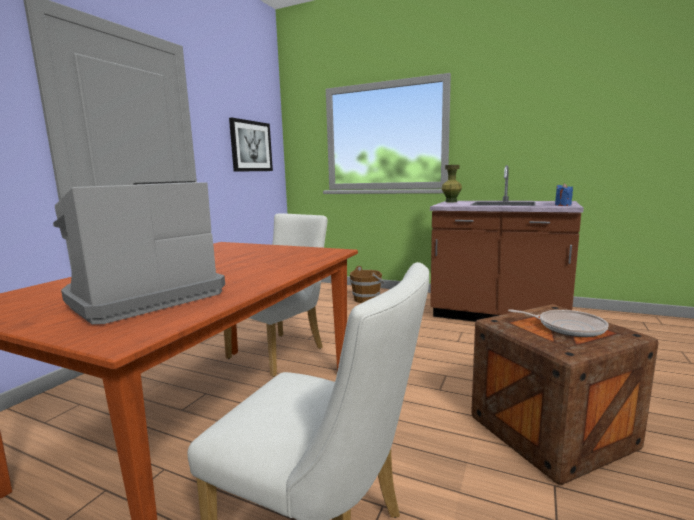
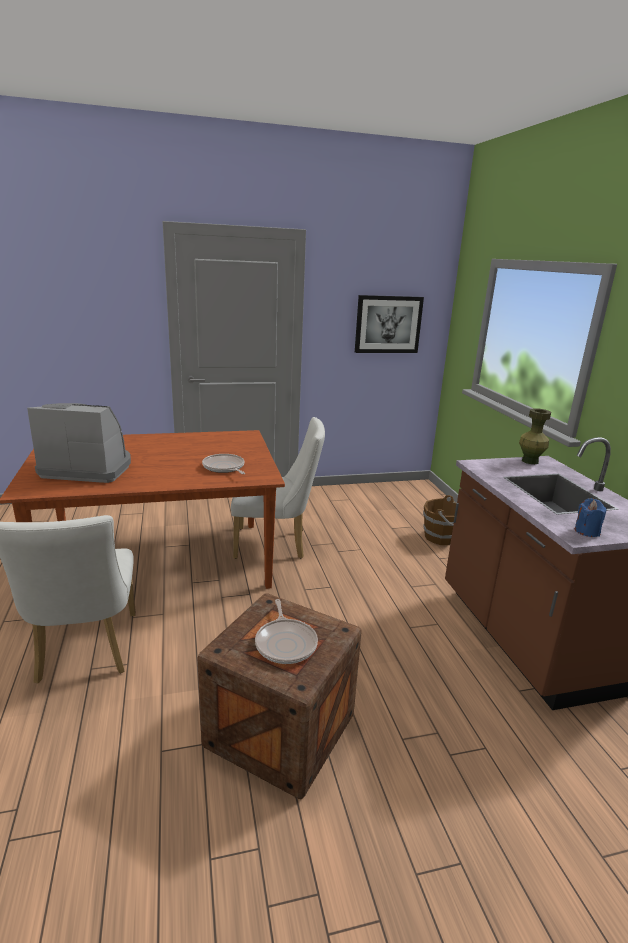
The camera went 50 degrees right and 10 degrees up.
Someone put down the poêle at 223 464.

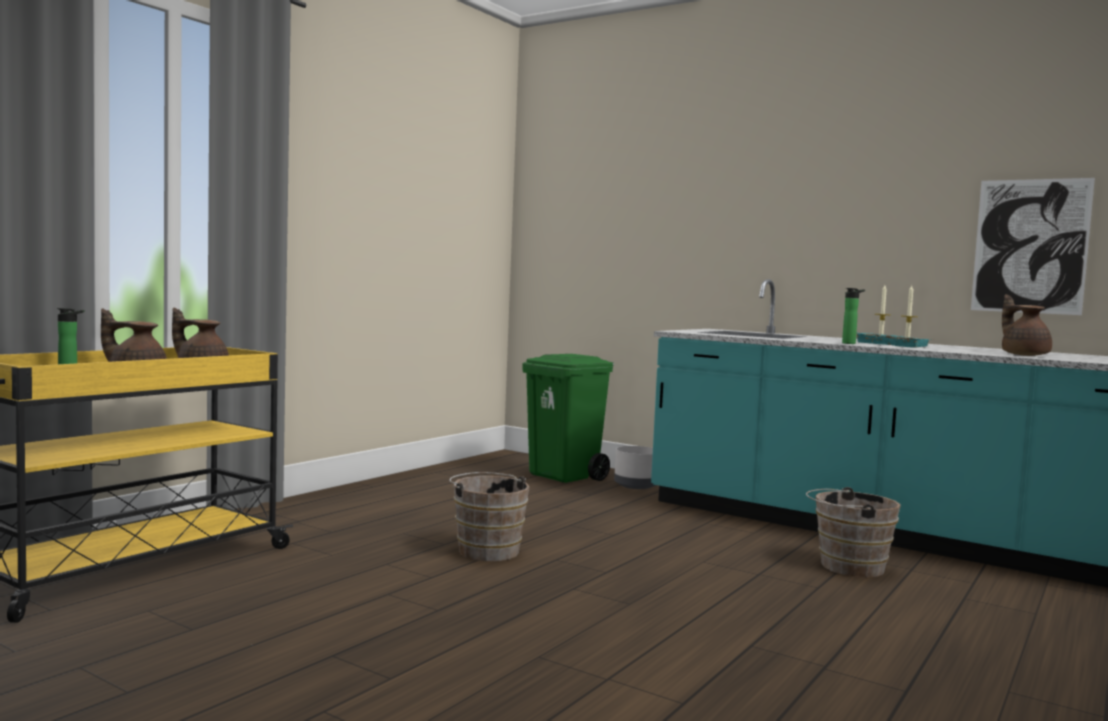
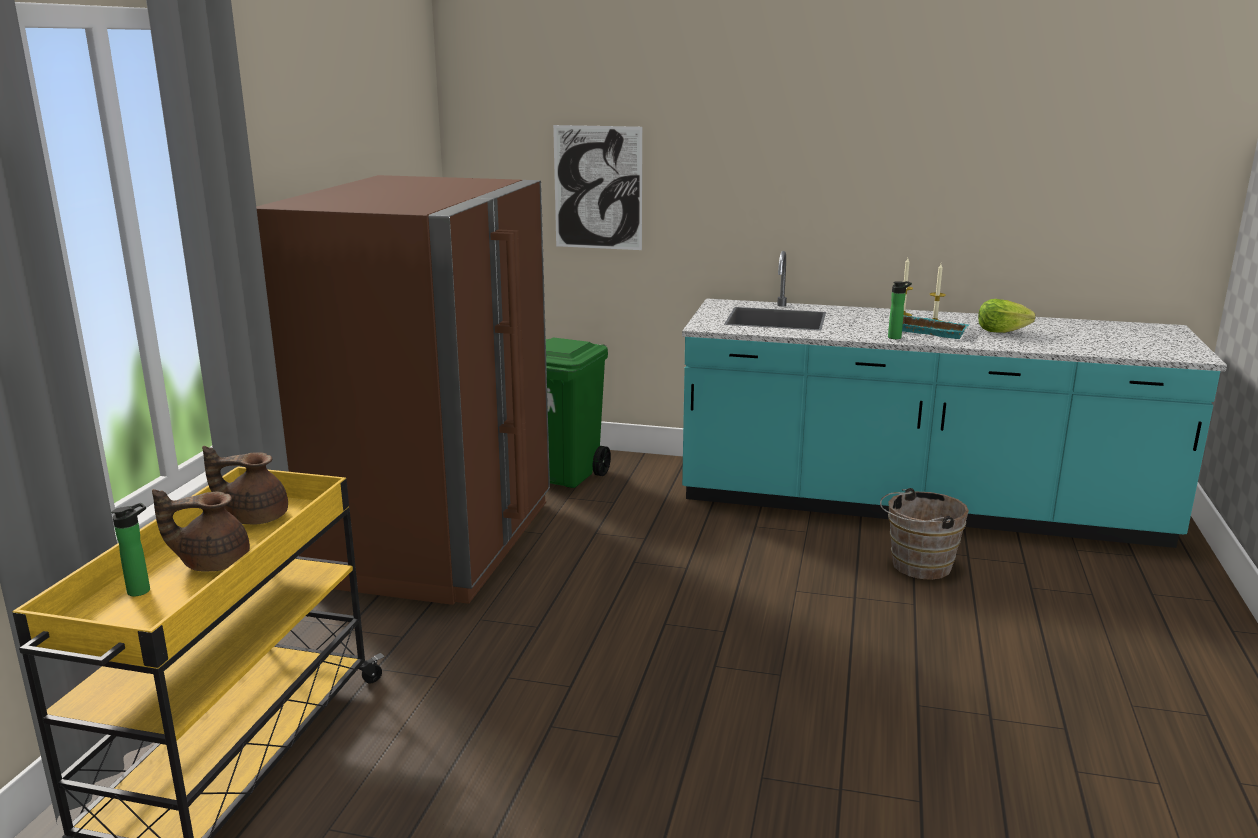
The camera went 20 degrees left and 15 degrees up.
Someone carried the tableau from 1033 246 to 597 187.
Someone took away the théière [marron] at 1027 325.
Someone took away the cache-pot [gris] at 635 467.
Someone took away the seau [marron] at 489 516.
Someone put down the réfrigérateur [marron] at 403 390.
Someone put down the laitue at 1006 316.

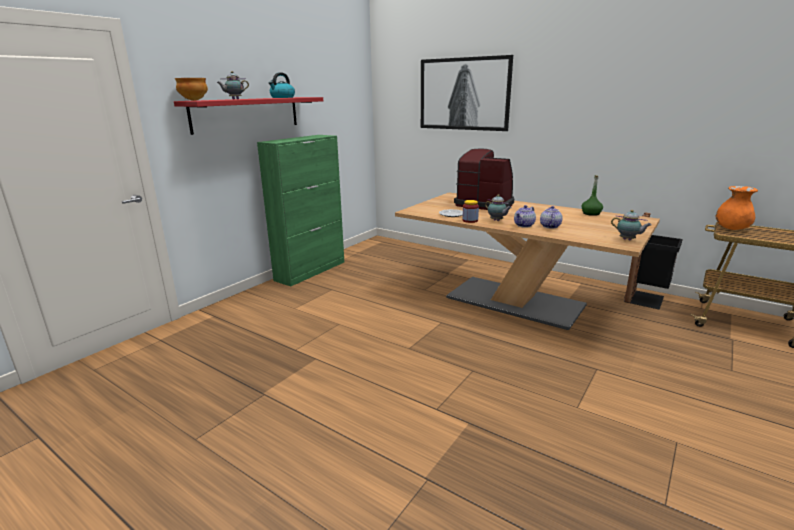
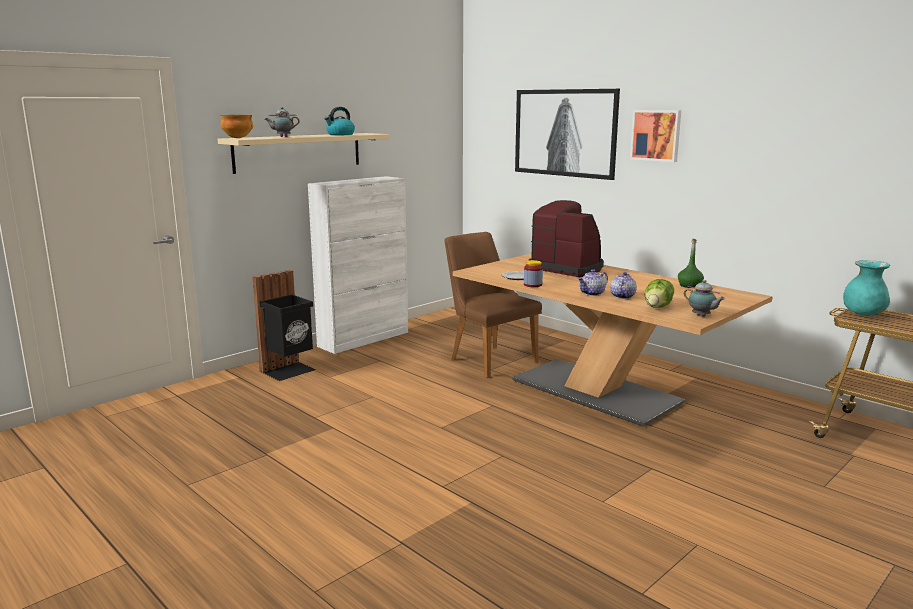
The camera went 10 degrees right and 5 degrees down.
Someone repainted the étagère [rouge] at 248 116, which became the étagère [beige] at 303 153.
Someone repainted the meuble de rangement [vert] at 300 210, which became the meuble de rangement [blanc] at 358 265.
Someone repainted the vase [orange] at 737 208, which became the vase [turquoise] at 866 287.
Someone took away the théière at 498 207.
Someone carried the poubelle [noir] from 653 261 to 284 325.
Someone put up the tableau at 655 136.
Someone put down the chaise [marron] at 493 305.
Someone put down the laitue at 659 293.

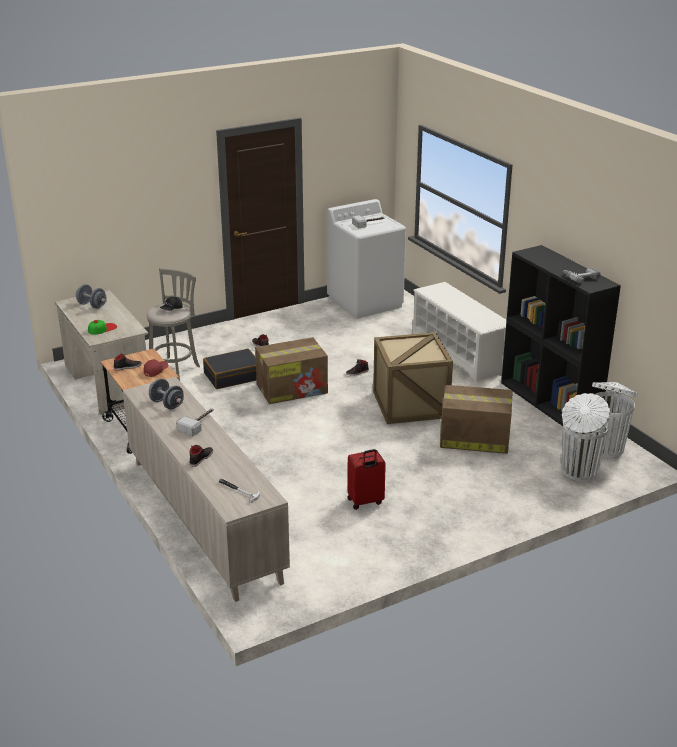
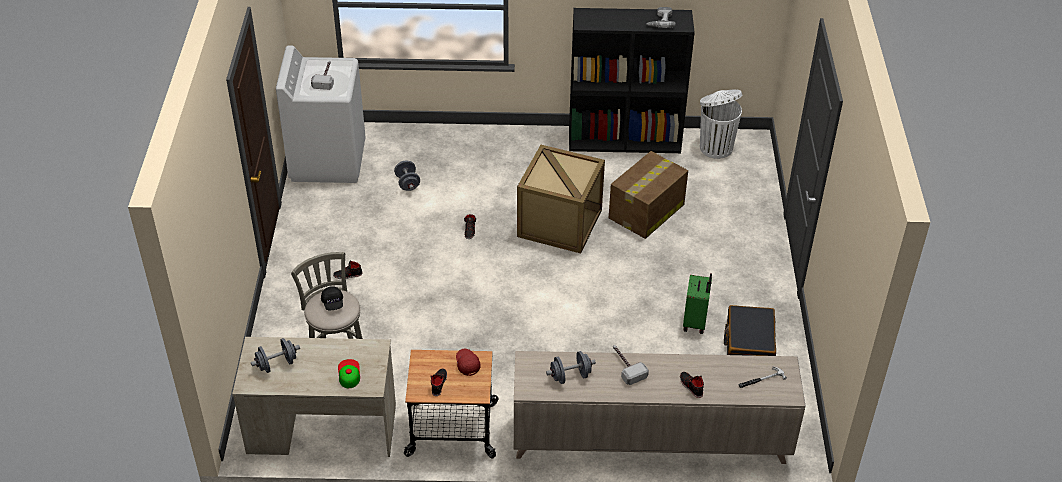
The camera went 60 degrees left and 15 degrees up.
Someone took away the étagère à chaussures [blanc] at 460 332.
Someone took away the carton at 291 370.
Someone carried the valise [noir] from 229 369 to 750 330.
Someone took away the poubelle [blanc] at 585 437.
Someone repainted the valise [rouge] at 366 479, which became the valise [vert] at 697 303.
Someone put down the haltère [gris] at 407 176.

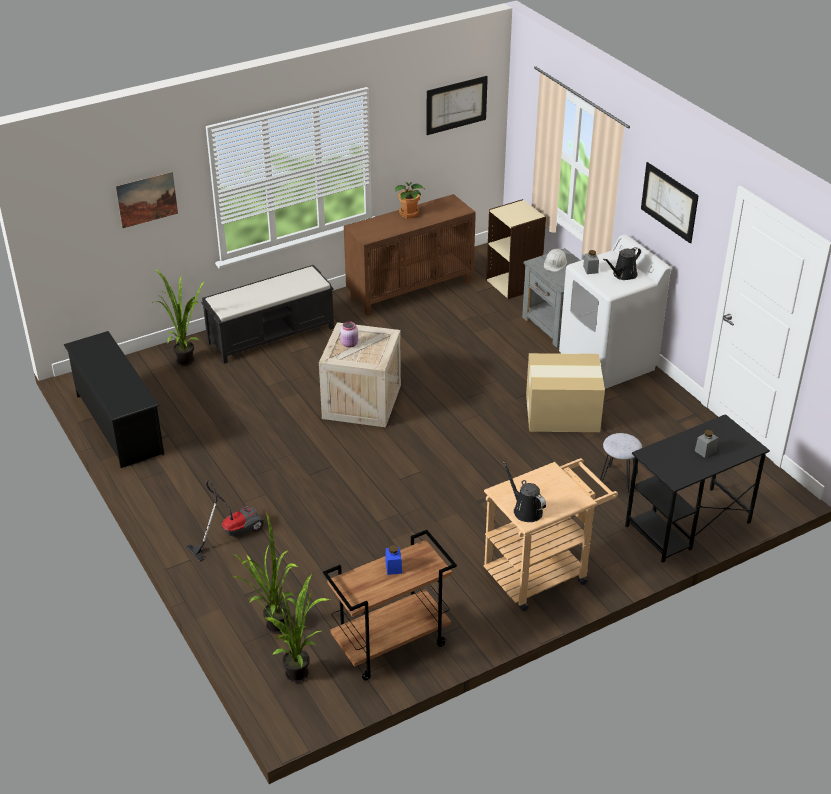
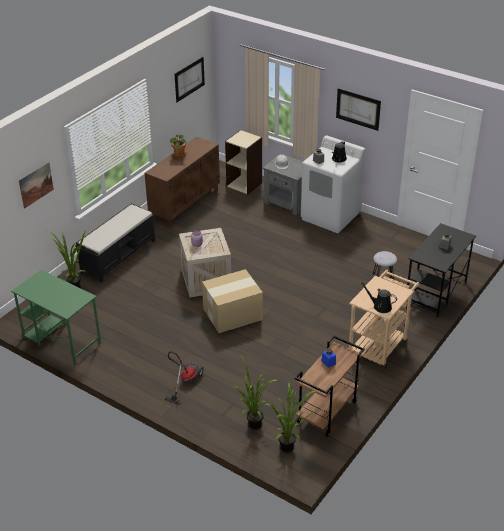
The camera went 25 degrees left and 0 degrees up.
Someone swapped the étagère à chaussures [noir] at 114 399 for the bureau [vert] at 56 317.
Someone carried the carton from 565 392 to 232 301.

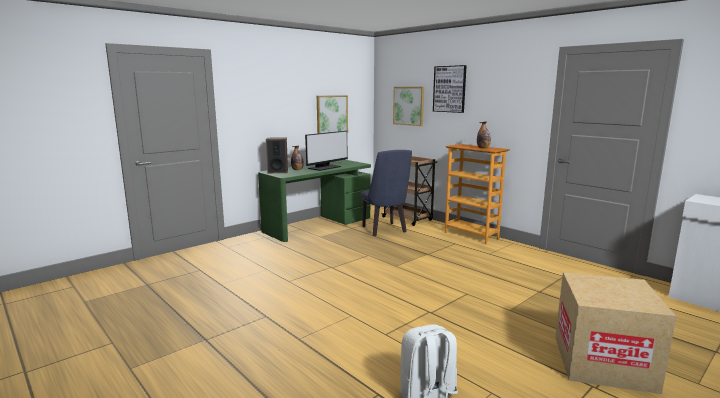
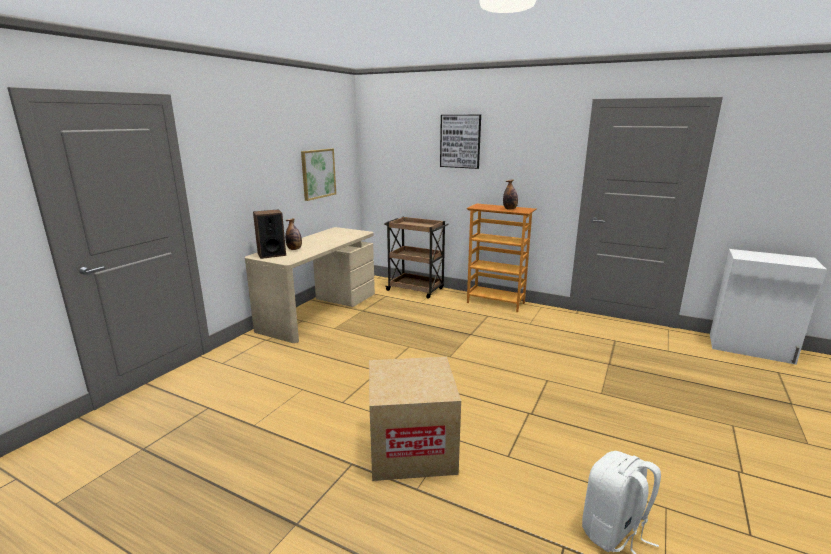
The camera went 20 degrees left and 5 degrees up.
Someone took away the tableau at 408 106.
Someone took away the écran d'ordinateur at 326 151.
Someone took away the chaise [bleu] at 386 193.
Someone repainted the bureau [vert] at 314 201, which became the bureau [beige] at 310 285.
Someone carried the carton from 615 333 to 415 419.

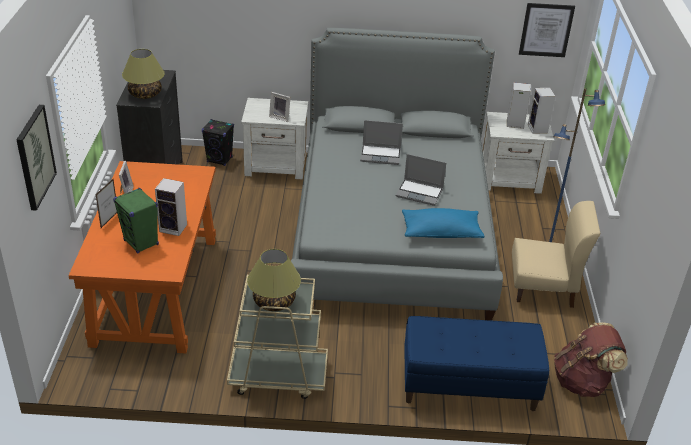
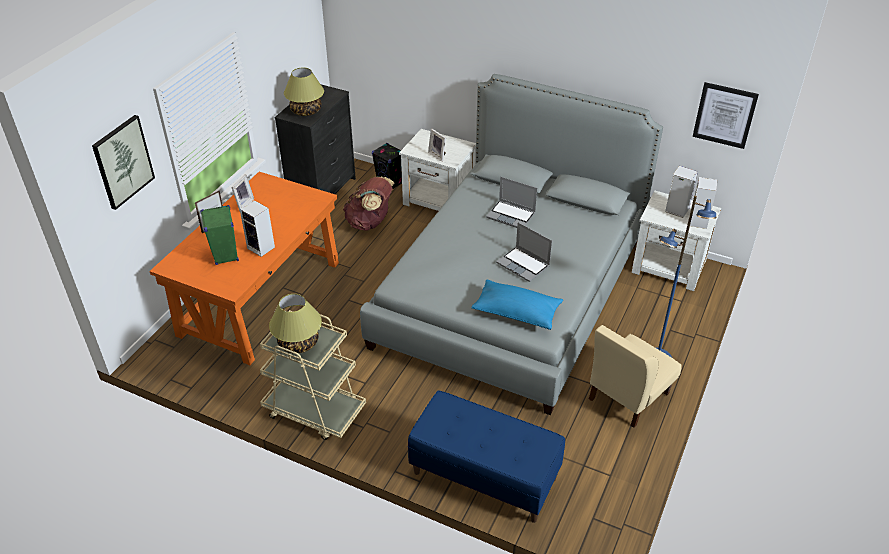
The camera went 25 degrees right and 5 degrees up.
Someone rotated the chaise [beige] at 556 254 by 105 degrees clockwise.
Someone carried the sac à dos [marron] from 591 359 to 368 204.

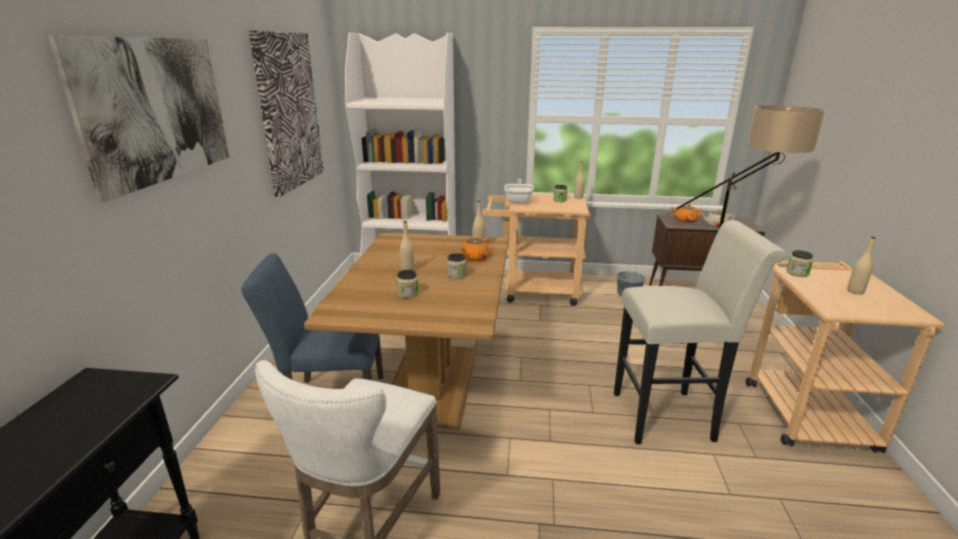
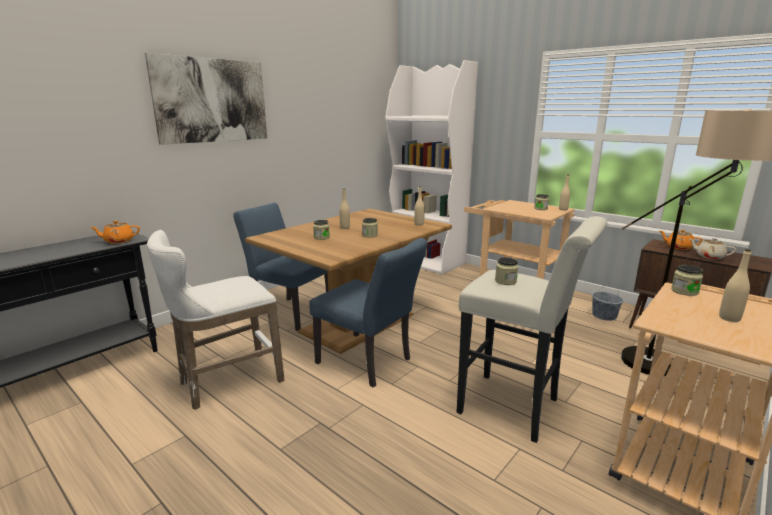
The camera went 35 degrees right and 5 degrees down.
Someone took away the tableau at 286 114.
Someone took away the poêle at 518 191.
Someone carried the théière [orange] from 475 249 to 115 232.
Someone put down the chaise [bleu] at 368 312.
Someone put down the bocal at 506 271.

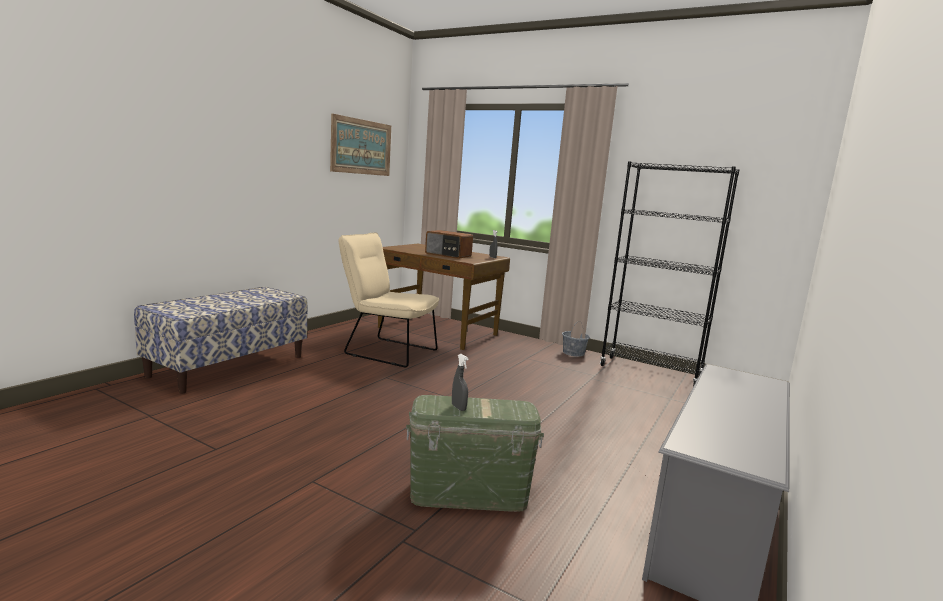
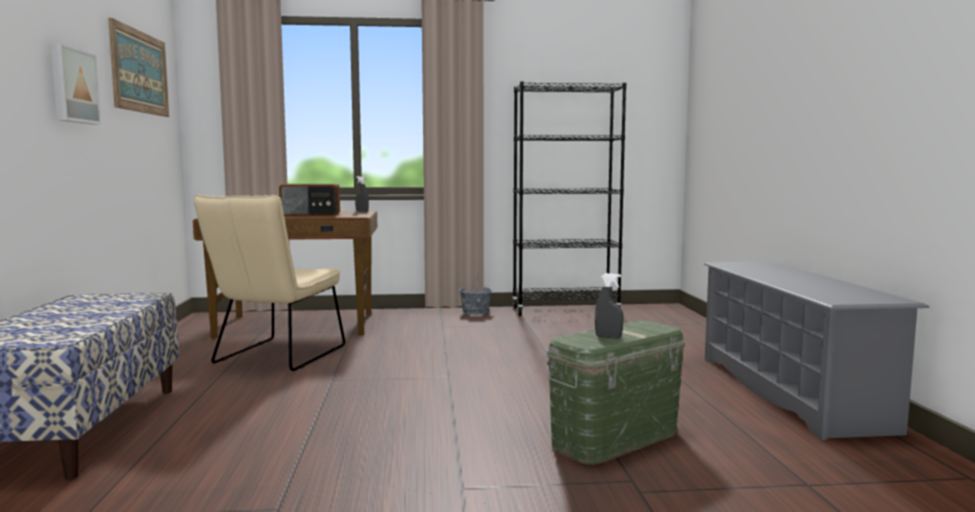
The camera went 35 degrees left and 5 degrees down.
Someone rotated the chaise [beige] at 389 299 by 60 degrees counterclockwise.
Someone put up the tableau at 76 84.

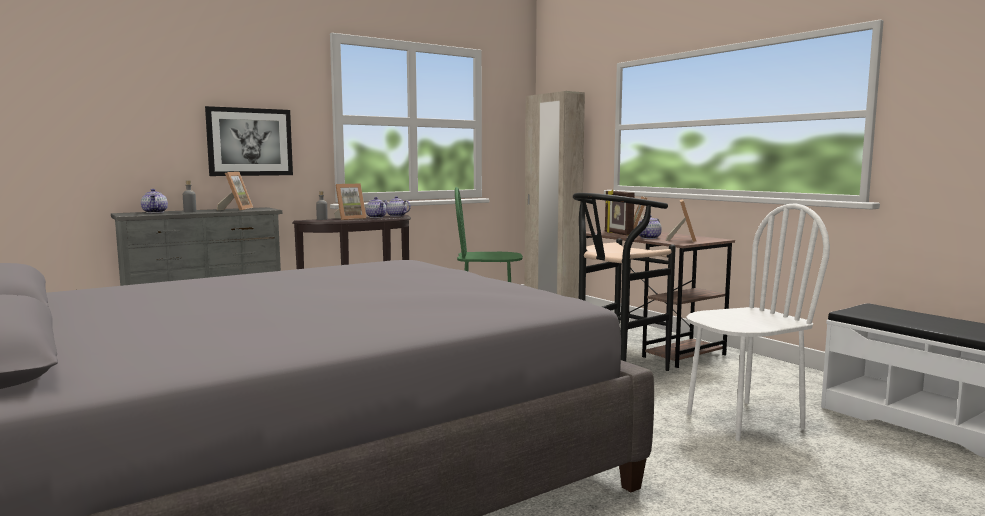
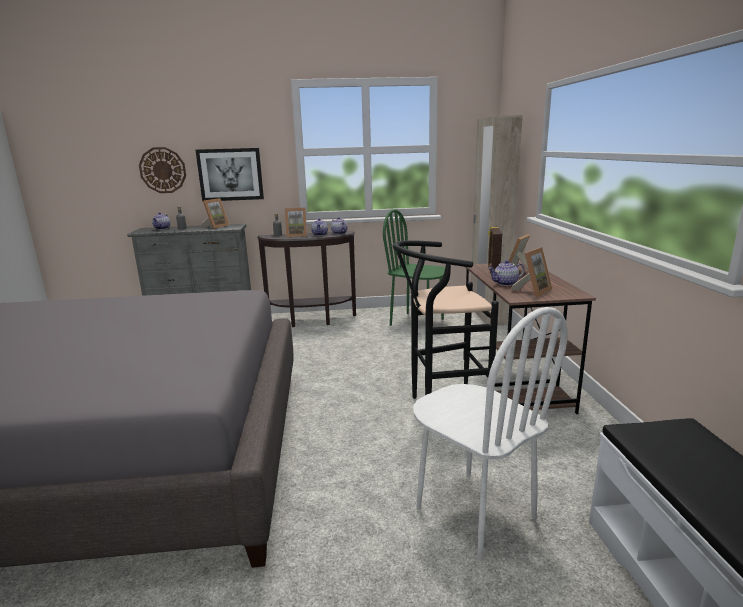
The camera went 30 degrees right and 10 degrees up.
Someone rotated the chaise [blanc] at 758 322 by 45 degrees clockwise.
Someone put up the horloge murale at 162 170.

